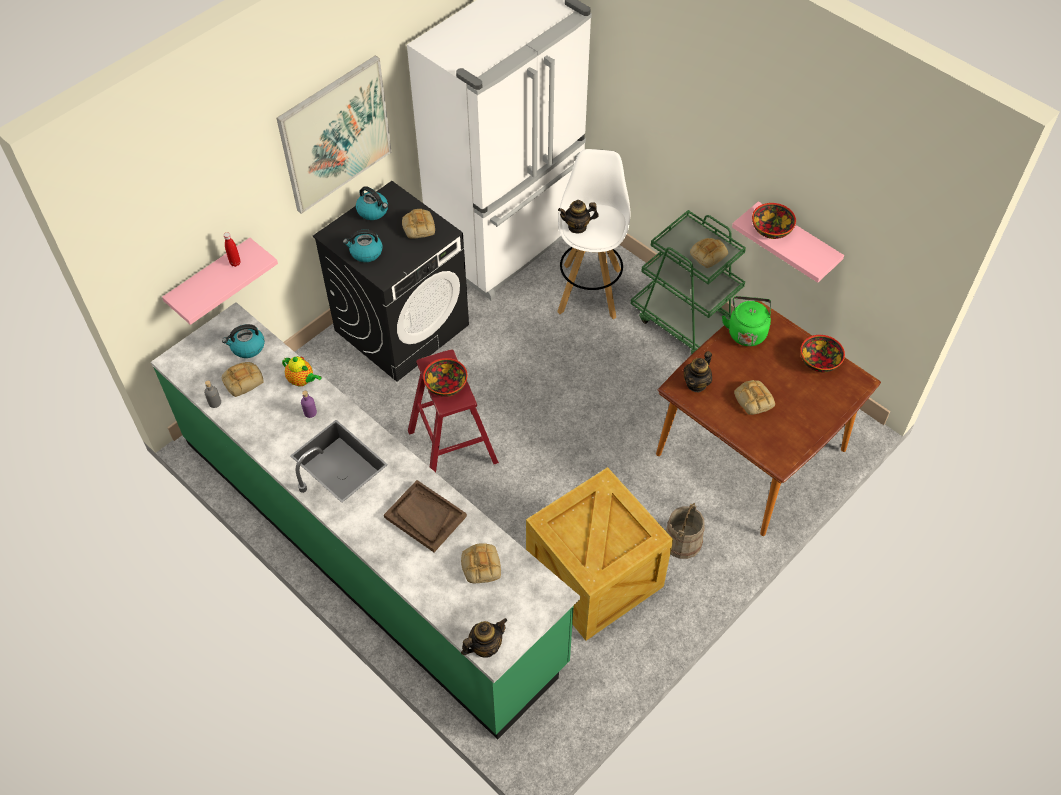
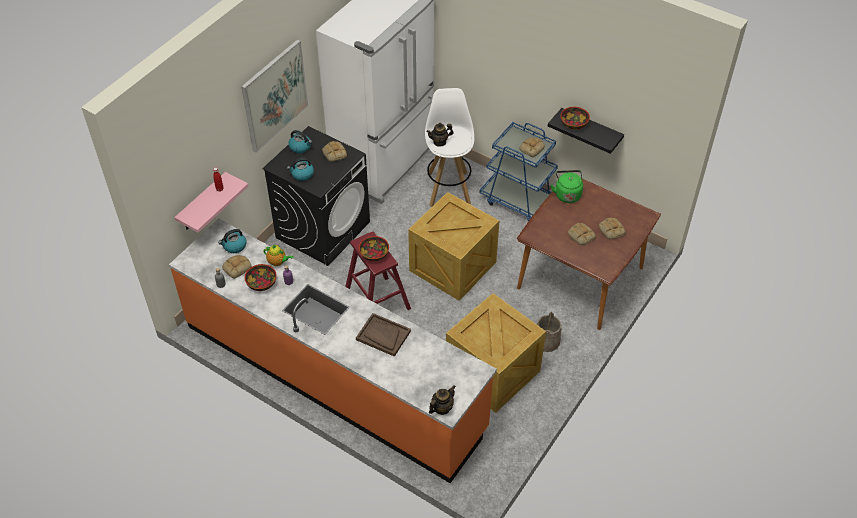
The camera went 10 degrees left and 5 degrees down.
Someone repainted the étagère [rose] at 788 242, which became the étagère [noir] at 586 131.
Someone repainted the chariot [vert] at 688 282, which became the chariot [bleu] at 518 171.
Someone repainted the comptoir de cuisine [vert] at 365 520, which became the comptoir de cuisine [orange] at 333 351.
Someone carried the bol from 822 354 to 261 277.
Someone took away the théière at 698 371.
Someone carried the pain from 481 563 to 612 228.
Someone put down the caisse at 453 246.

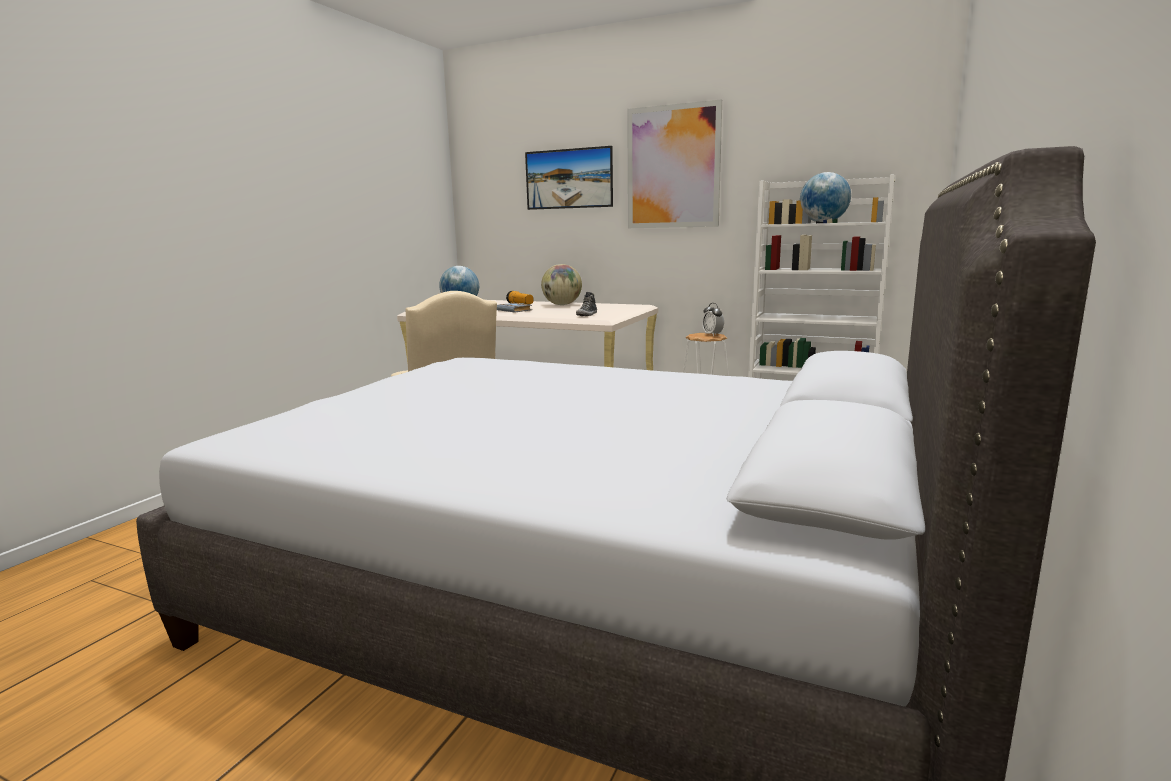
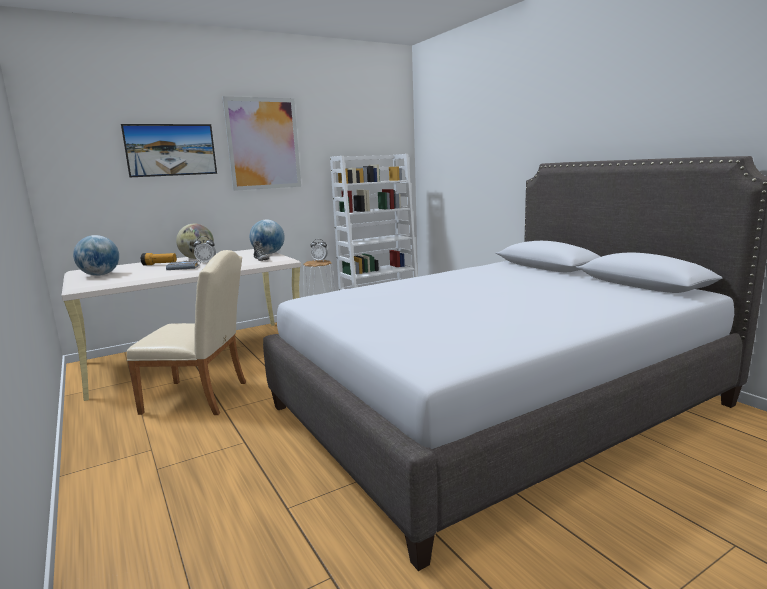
The camera went 55 degrees left and 0 degrees up.
Someone carried the globe from 825 197 to 267 236.
Someone put down the réveil at 204 250.

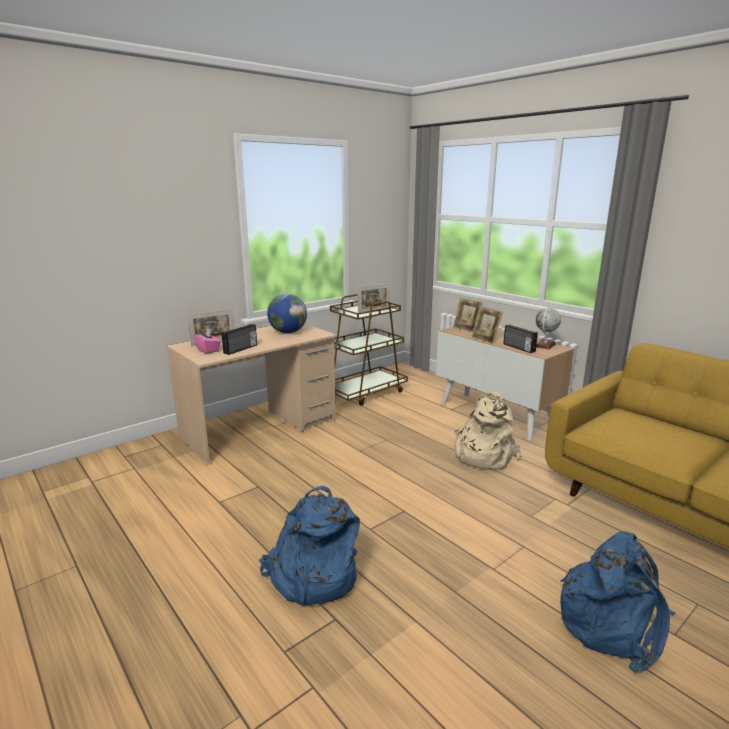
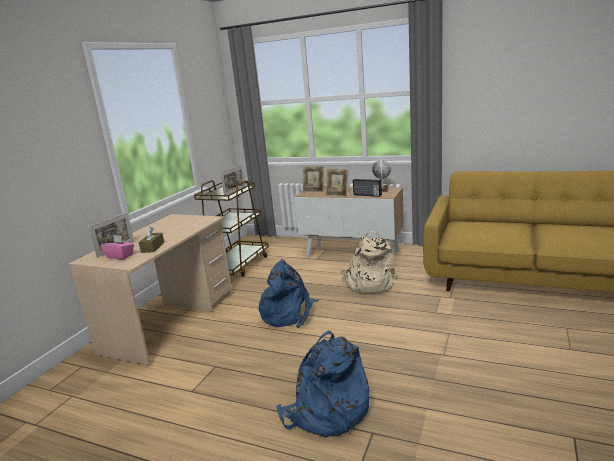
The camera went 25 degrees left and 0 degrees up.
Someone took away the globe at 287 313.
Someone swapped the radio at 239 339 for the boîte à mouchoirs [marron] at 151 240.
Someone carried the sac à dos [bleu] from 617 602 to 288 293.

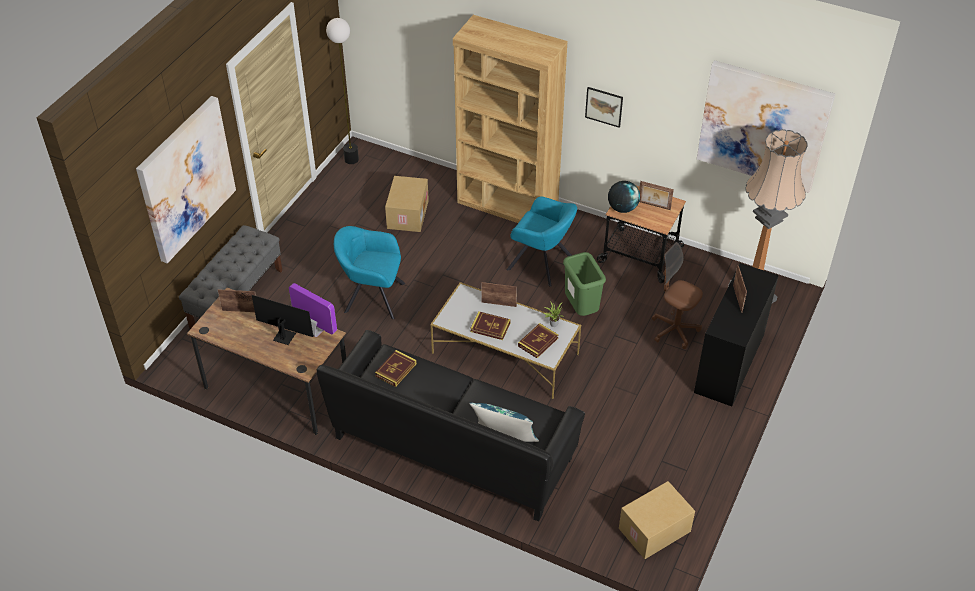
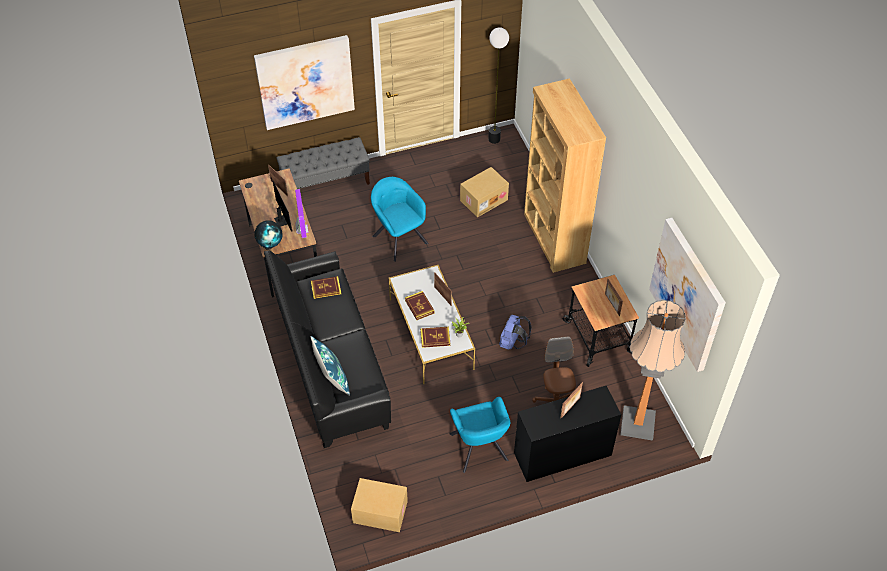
The camera went 45 degrees right and 5 degrees up.
Someone took away the tableau at 604 107.
Someone carried the globe from 624 197 to 268 234.
Someone carried the fauteuil [turquoise] from 542 241 to 480 435.
Someone swapped the poubelle [vert] at 584 284 for the sac à dos [bleu] at 515 332.

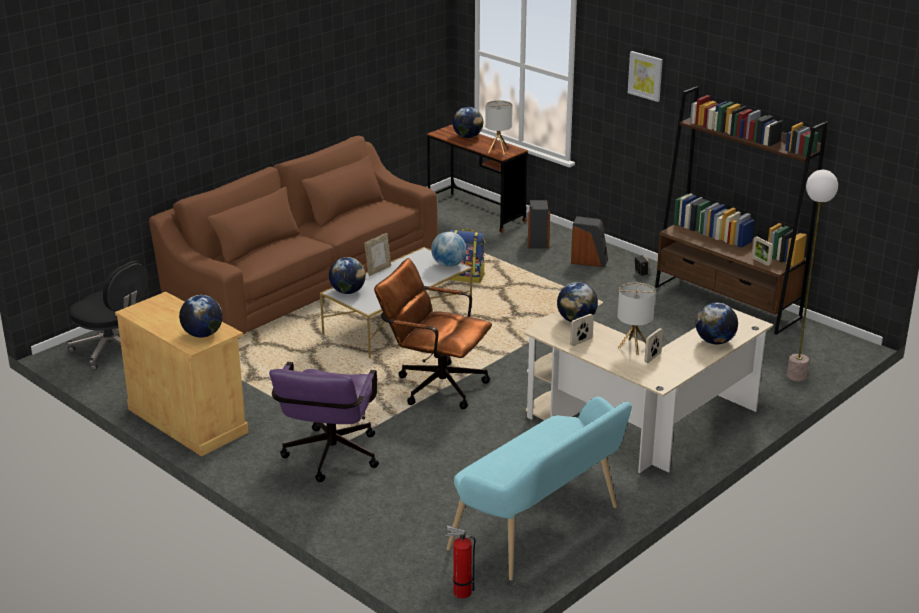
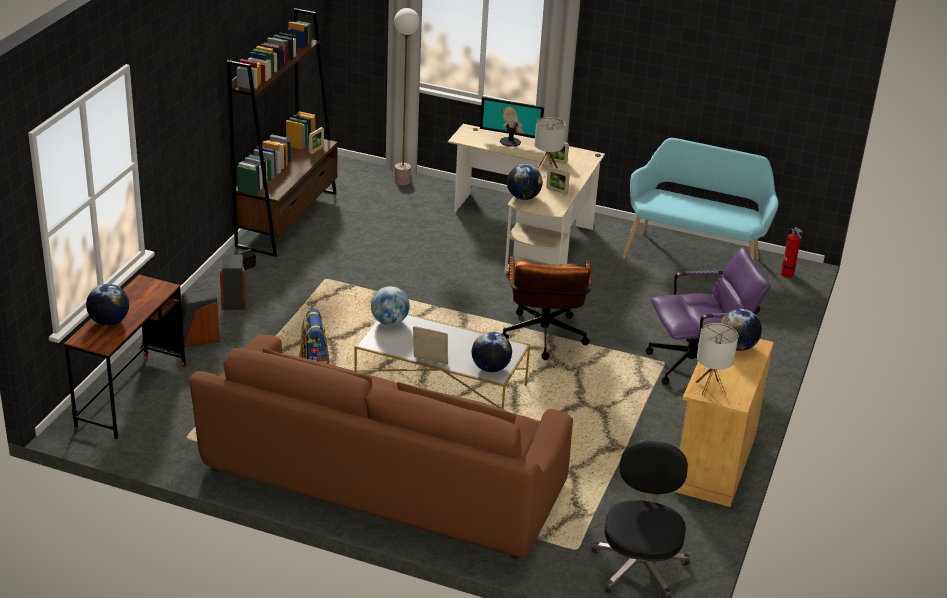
The camera went 115 degrees left and 5 degrees up.
Someone took away the tableau at 645 76.
Someone carried the lampe de table from 499 127 to 717 359.
Someone swapped the globe at 717 324 for the écran d'ordinateur at 512 122.

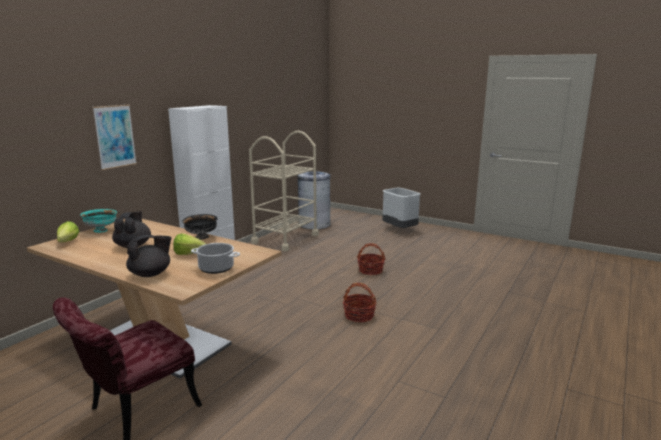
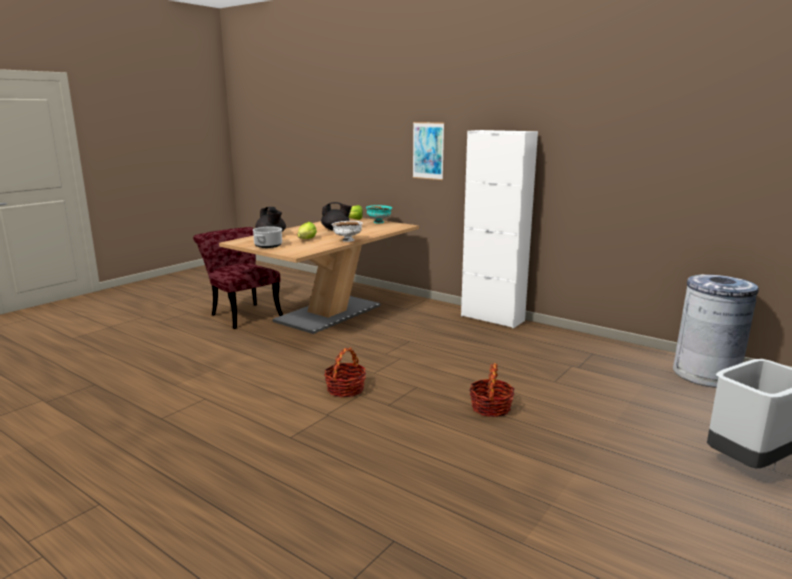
The camera went 95 degrees right and 0 degrees up.
Someone took away the chariot [beige] at 284 191.
Someone repainted the bol [noir] at 200 227, which became the bol [blanc] at 347 231.

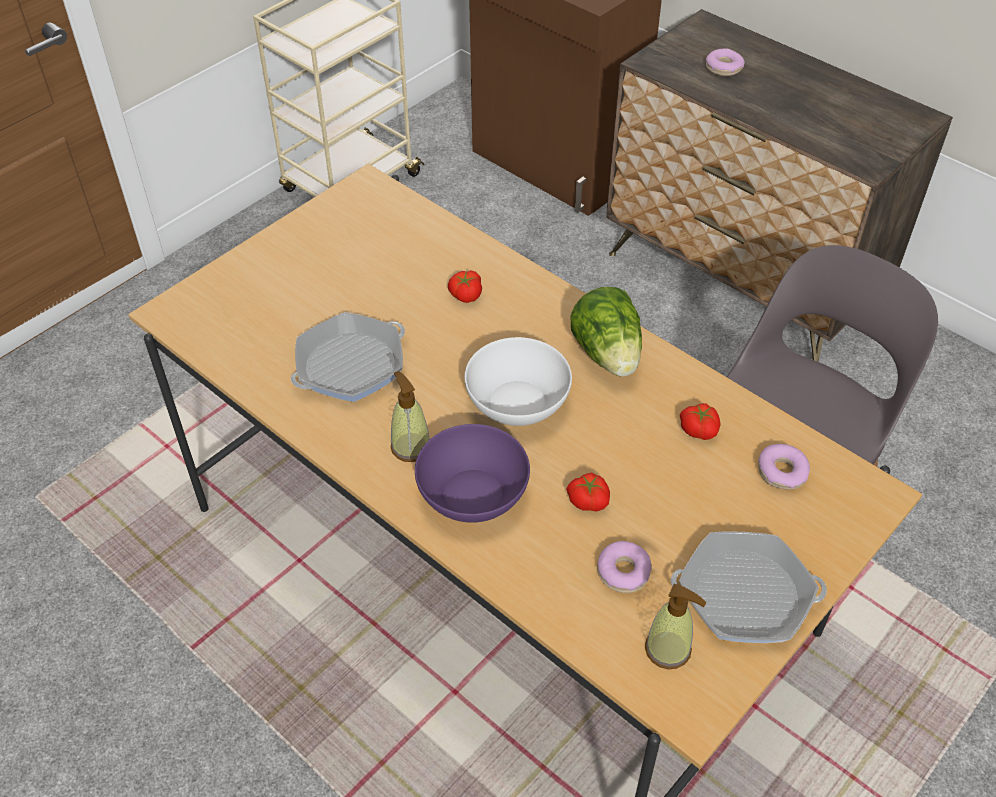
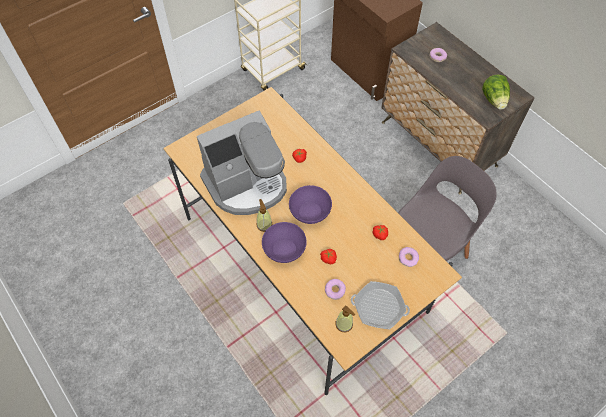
The camera went 10 degrees right and 10 degrees up.
Someone carried the laitue from 606 331 to 496 92.
Someone swapped the poêle at 348 357 for the machine à café at 242 162.
Someone repainted the bol [blanc] at 518 381, which became the bol [violet] at 310 204.

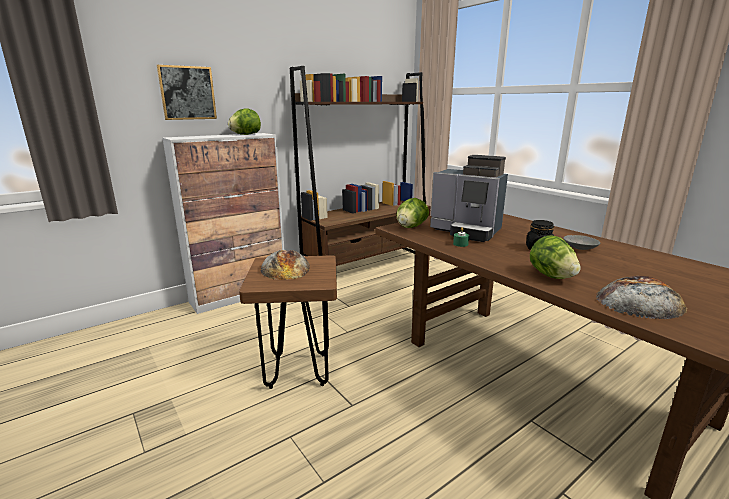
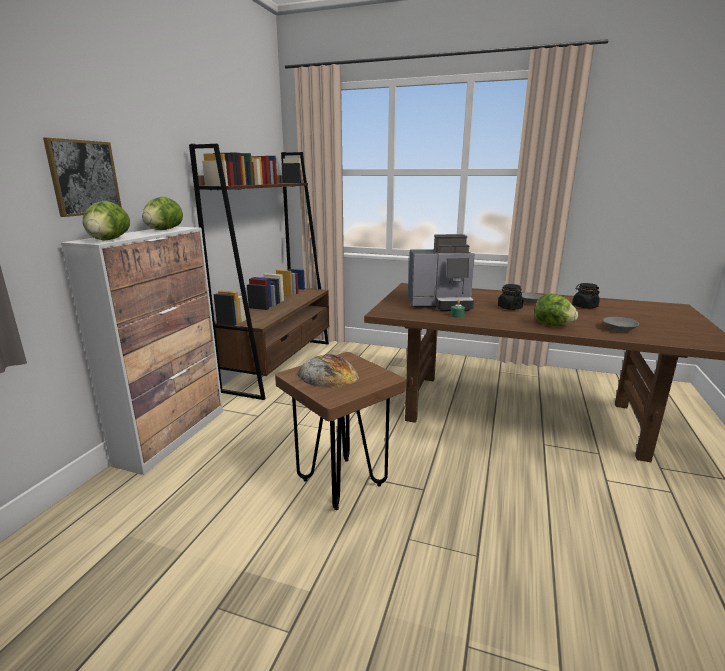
The camera went 35 degrees left and 0 degrees up.
Someone carried the laitue from 412 213 to 106 220.
Someone swapped the pain at 641 297 for the bol [gris] at 621 324.
Someone put down the bocal [noir] at 586 296.

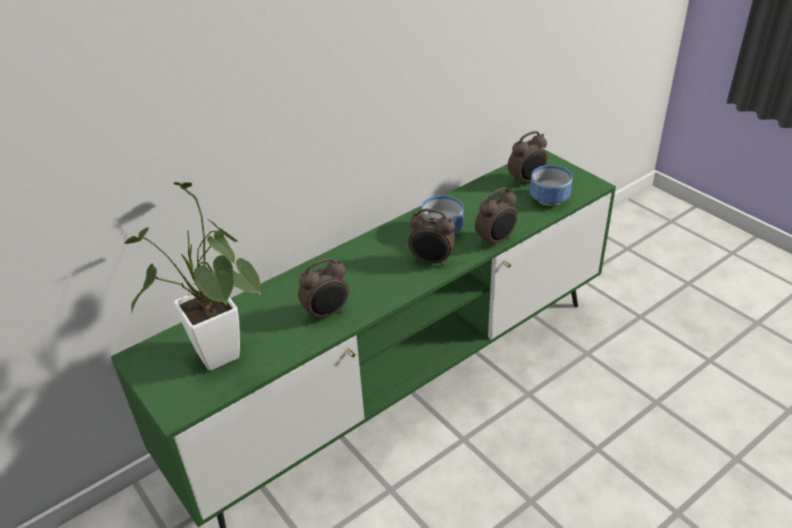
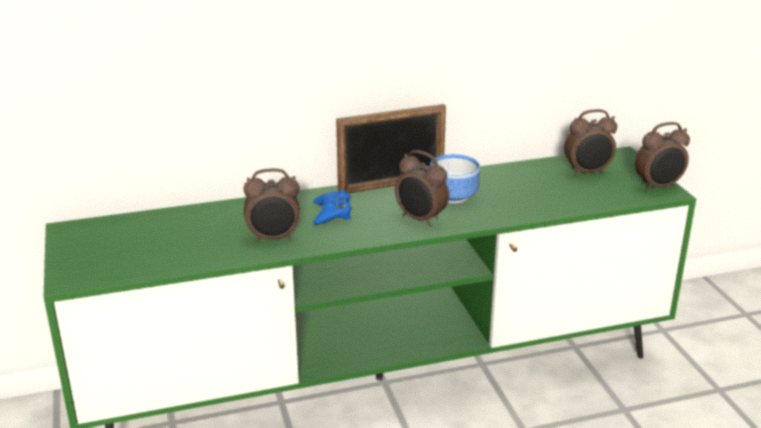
The camera went 20 degrees right and 10 degrees down.
Someone took away the bol at 551 185.
Someone took away the plante en pot at 192 276.
Someone carried the réveil from 496 218 to 662 156.
Someone put down the cadre photo at 391 148.
Someone put down the manette [bleu] at 332 207.

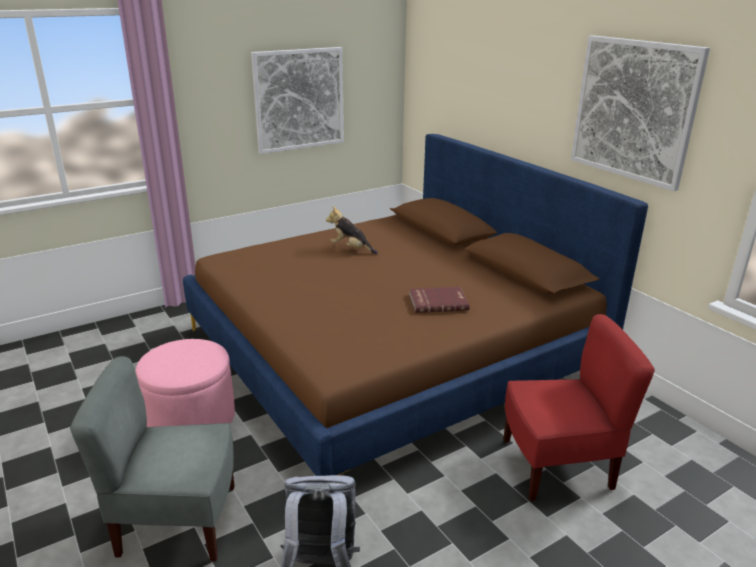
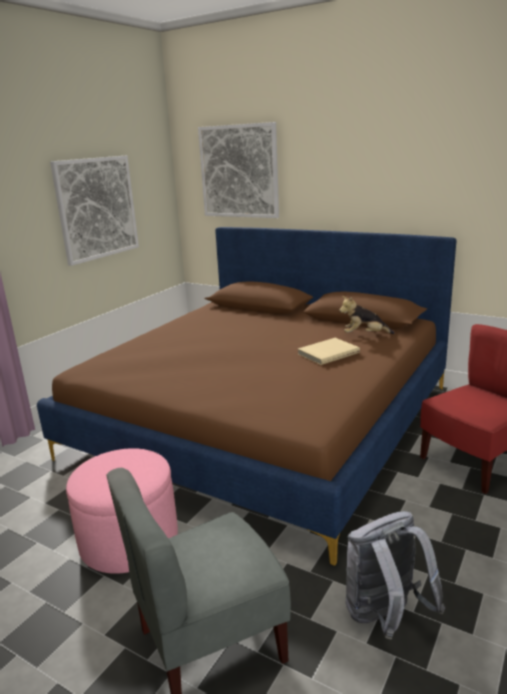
The camera went 25 degrees left and 5 degrees down.
Someone carried the tableau from 640 113 to 238 170.
Someone carried the peluche from 352 230 to 367 315.
Someone repainted the livre [rouge] at 439 300, which became the livre [beige] at 329 351.

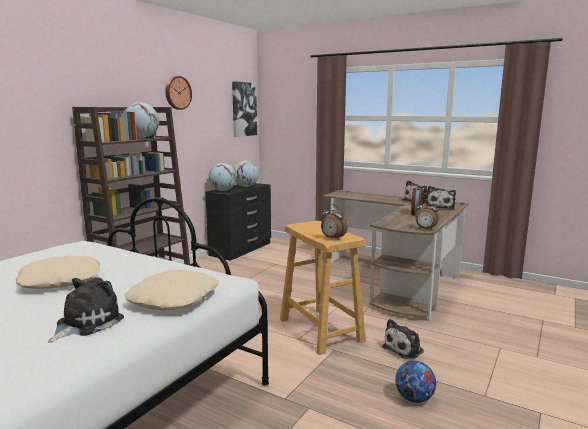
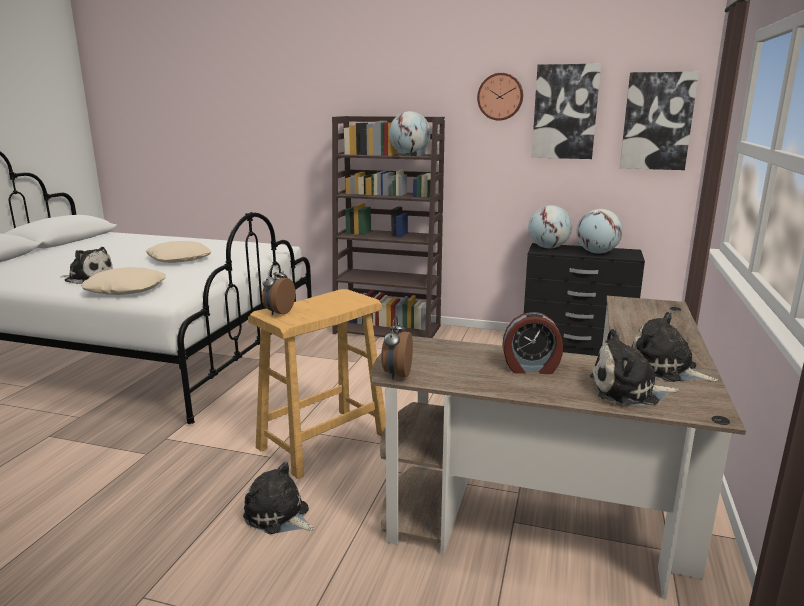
The camera went 75 degrees right and 5 degrees up.
Someone took away the ballon de foot at 415 382.
Someone put up the tableau at 566 111.

